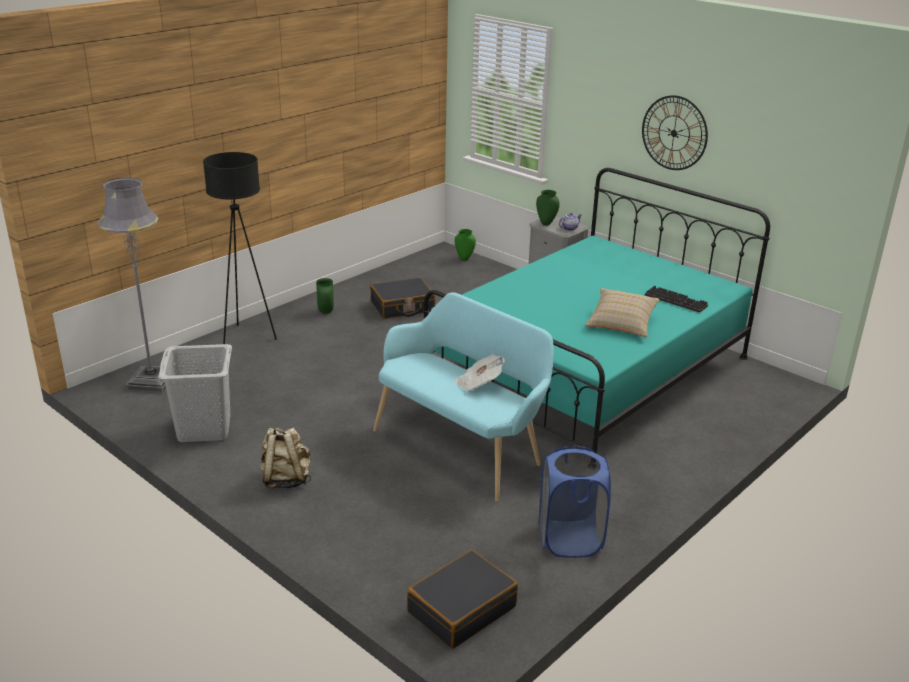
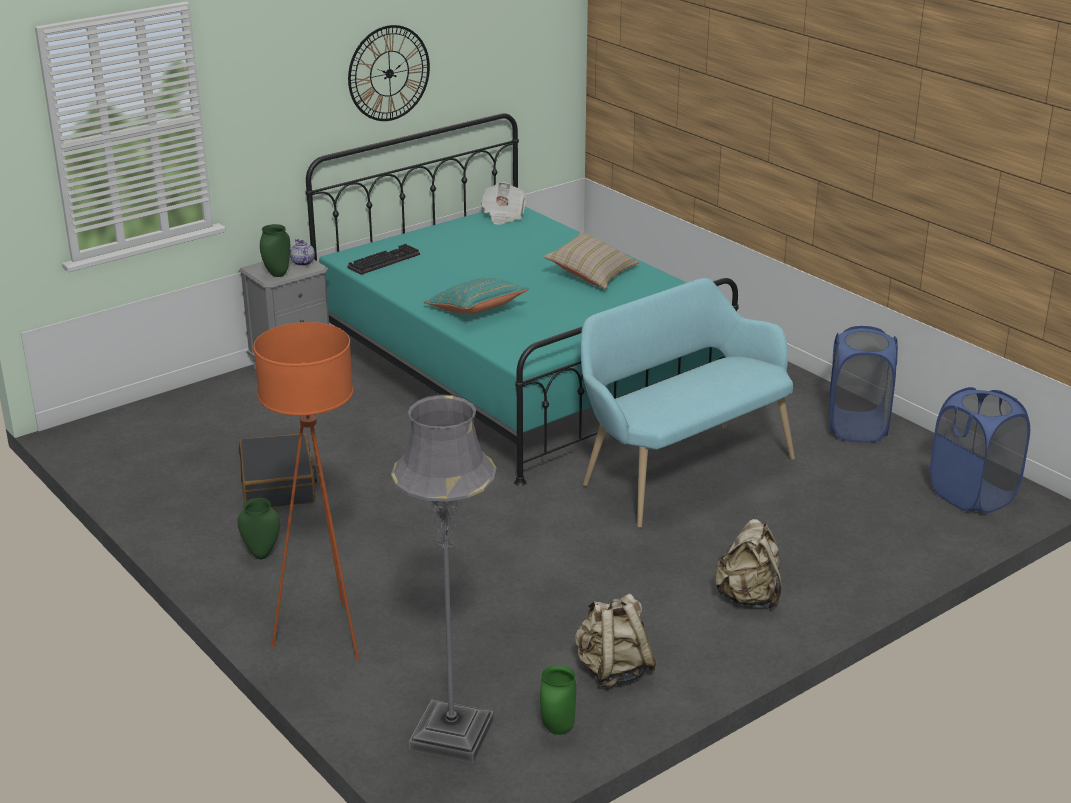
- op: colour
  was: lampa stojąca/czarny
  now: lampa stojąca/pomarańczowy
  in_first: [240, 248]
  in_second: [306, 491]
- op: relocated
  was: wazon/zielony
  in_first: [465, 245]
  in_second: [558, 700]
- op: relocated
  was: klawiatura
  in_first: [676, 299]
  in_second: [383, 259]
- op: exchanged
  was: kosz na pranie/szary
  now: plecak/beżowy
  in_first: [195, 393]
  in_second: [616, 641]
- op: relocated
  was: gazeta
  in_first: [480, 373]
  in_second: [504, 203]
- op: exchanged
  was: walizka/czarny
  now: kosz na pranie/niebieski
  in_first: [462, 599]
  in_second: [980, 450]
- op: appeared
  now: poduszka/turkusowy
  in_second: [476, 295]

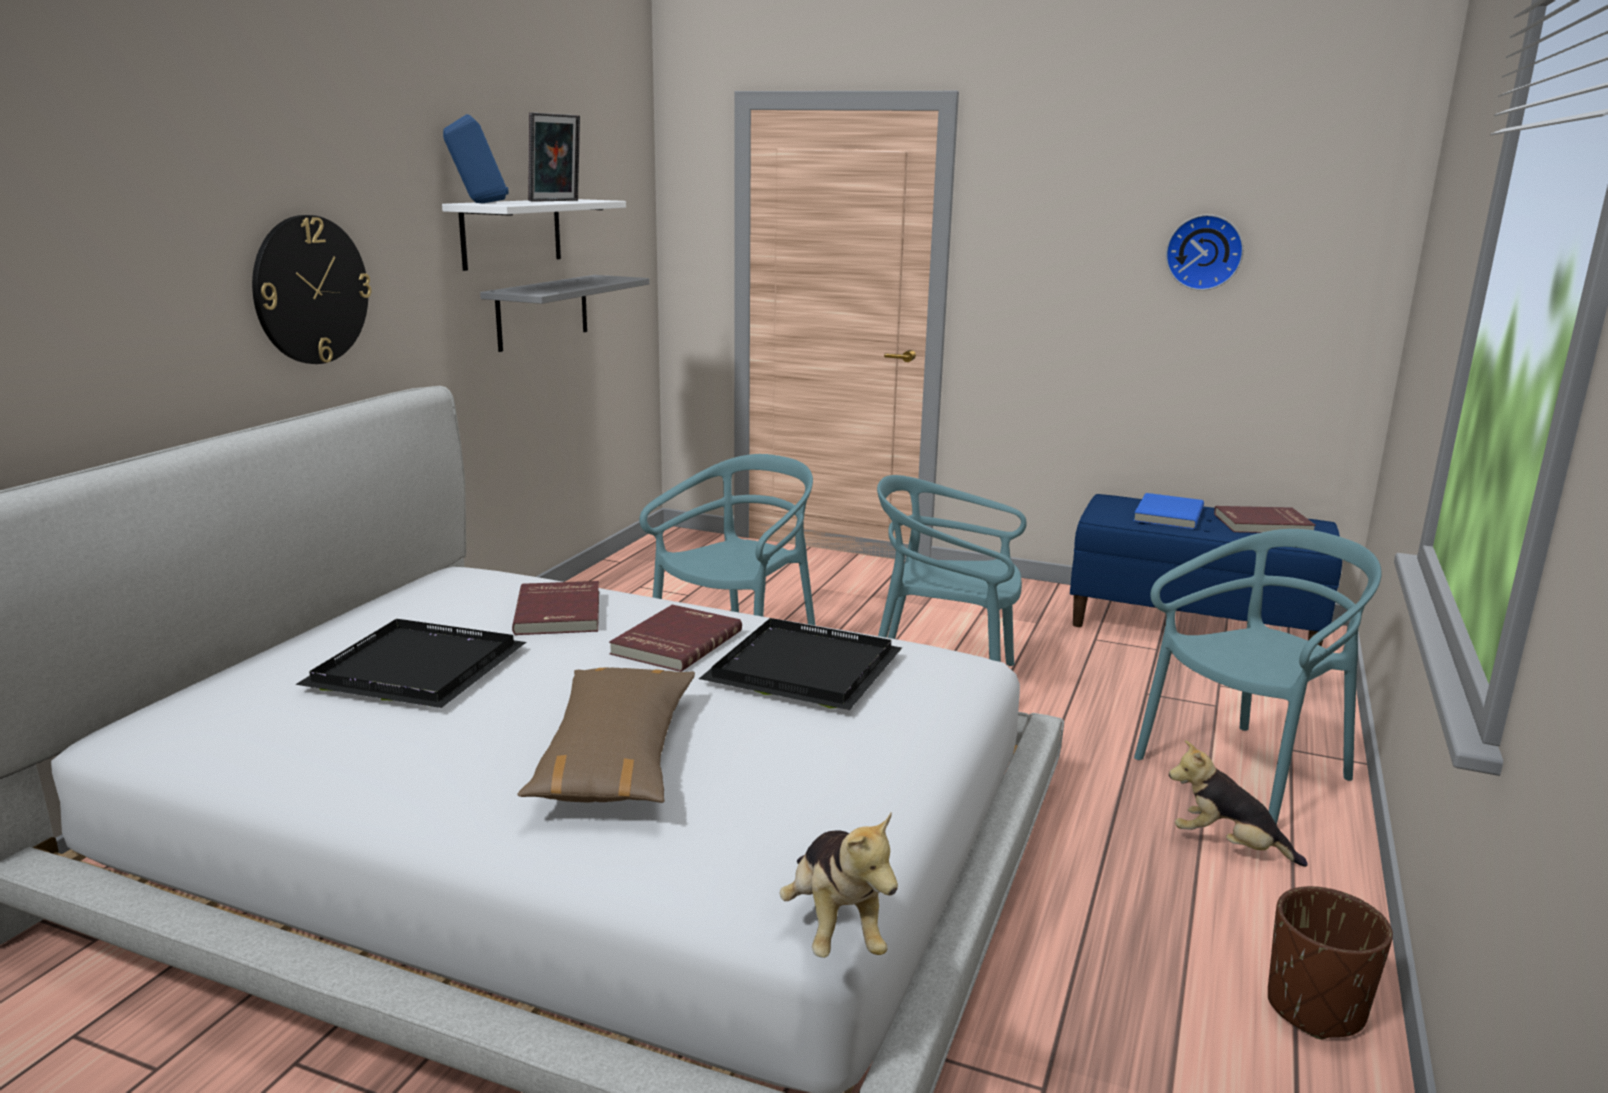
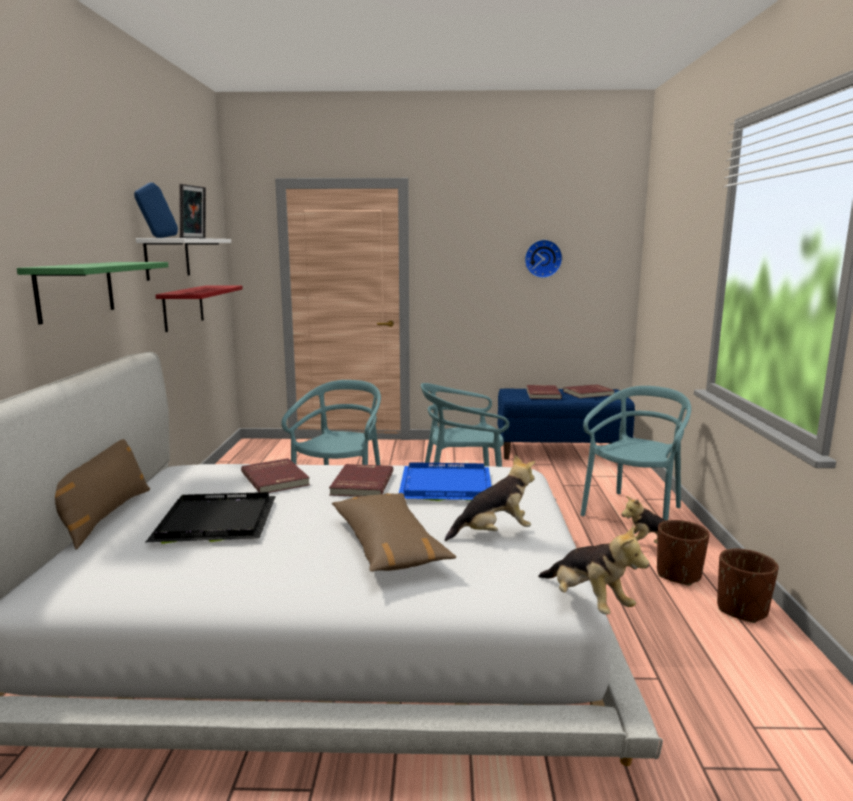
- op: exchanged
  was: zegar ścienny
  now: półka/zielony
  in_first: [311, 289]
  in_second: [92, 293]
- op: colour
  was: półka/szary
  now: półka/czerwony
  in_first: [565, 313]
  in_second: [199, 309]
- op: colour
  was: książka/niebieski
  now: książka/czerwony
  in_first: [1169, 511]
  in_second: [544, 392]
- op: colour
  was: taca/czarny
  now: taca/niebieski
  in_first: [800, 664]
  in_second: [445, 481]
- op: appeared
  now: poduszka/brązowy
  in_second: [102, 494]
- op: appeared
  now: pluszak
  in_second: [489, 498]
- op: appeared
  now: donica/brązowy
  in_second: [683, 552]

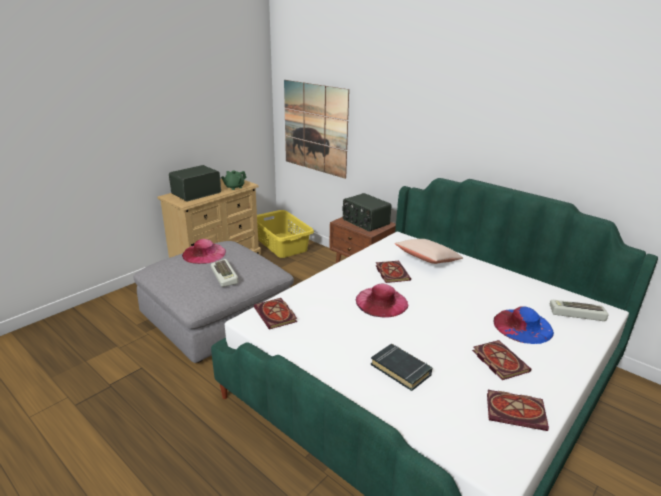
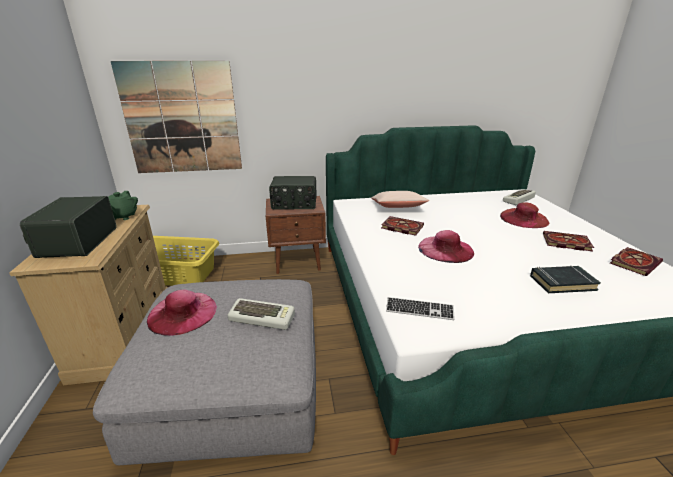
- op: exchanged
  was: książka
  now: klawiatura
  in_first: [275, 314]
  in_second: [420, 308]
- op: colour
  was: kapelusz/niebieski
  now: kapelusz/czerwony
  in_first: [524, 325]
  in_second: [525, 215]

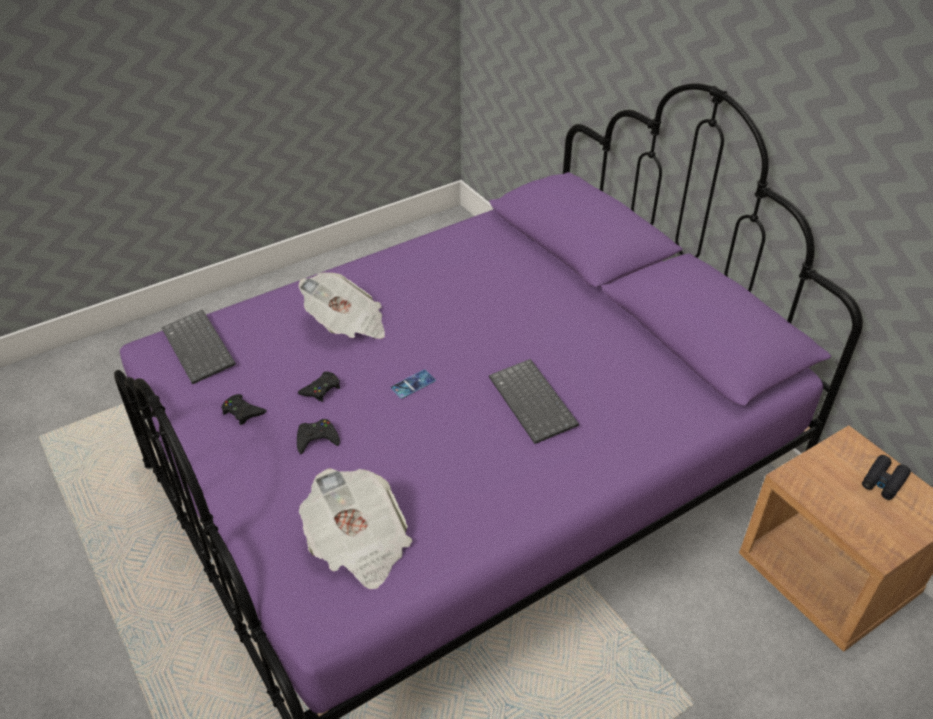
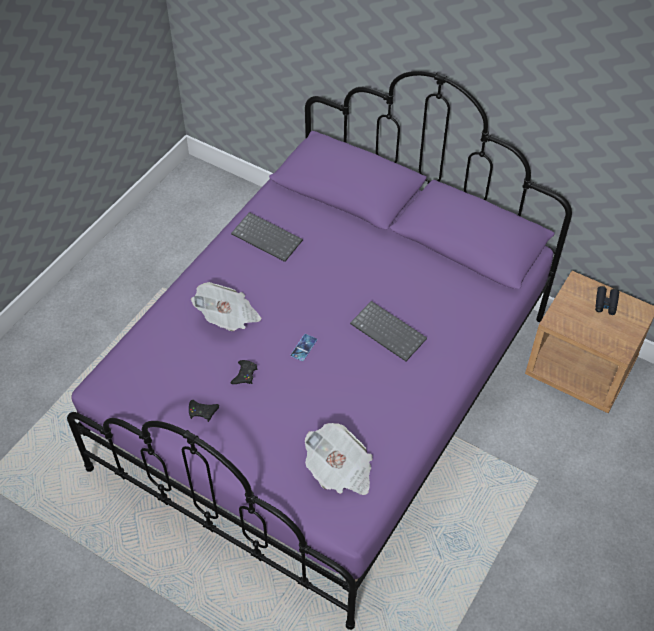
- op: relocated
  was: klawiatura
  in_first: [198, 347]
  in_second: [267, 237]
- op: missing
  was: pad do gier/czarny
  in_first: [318, 436]

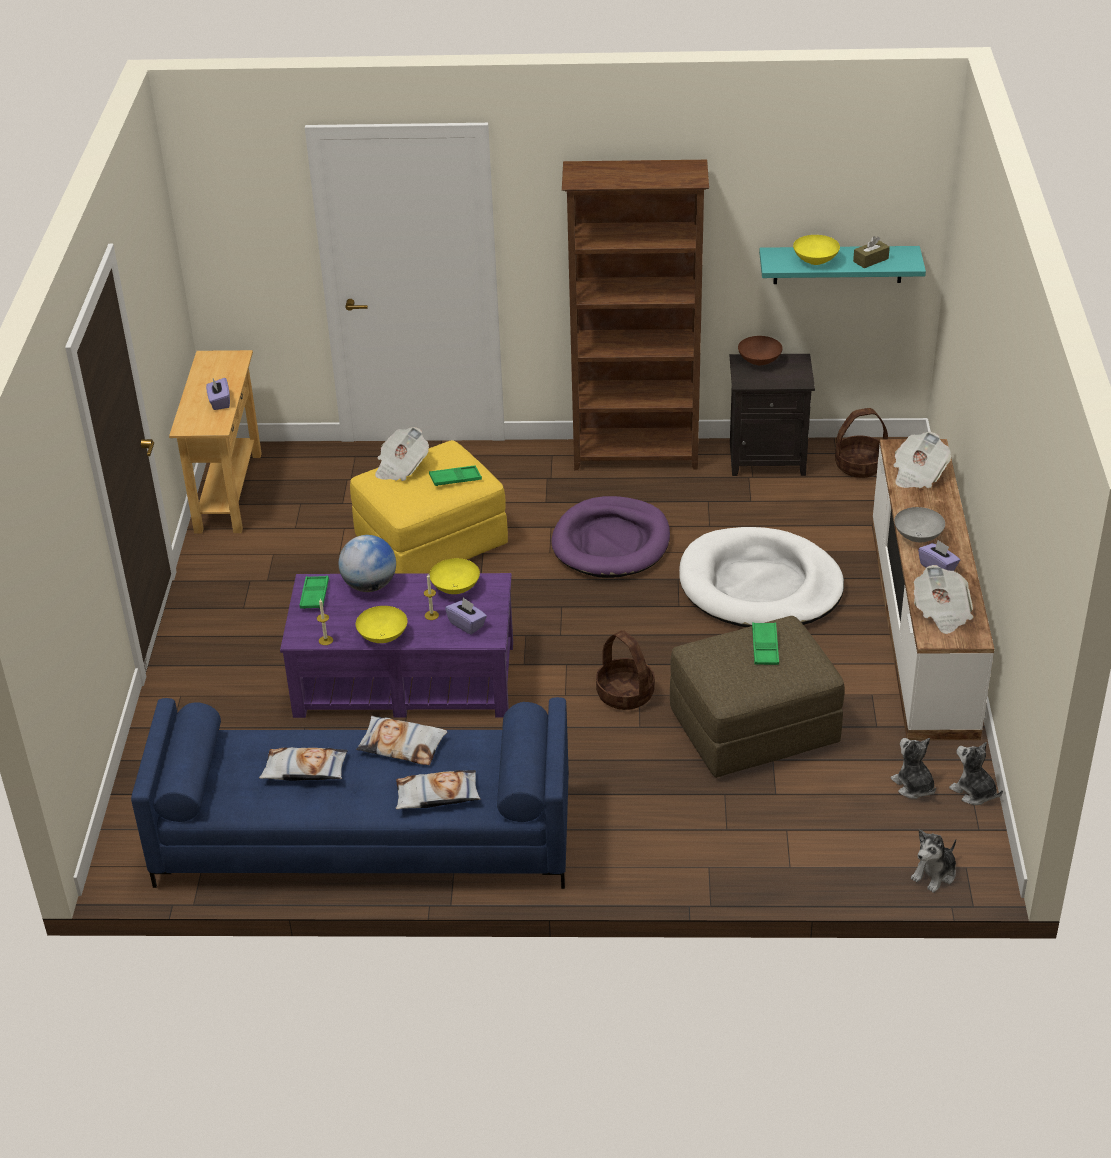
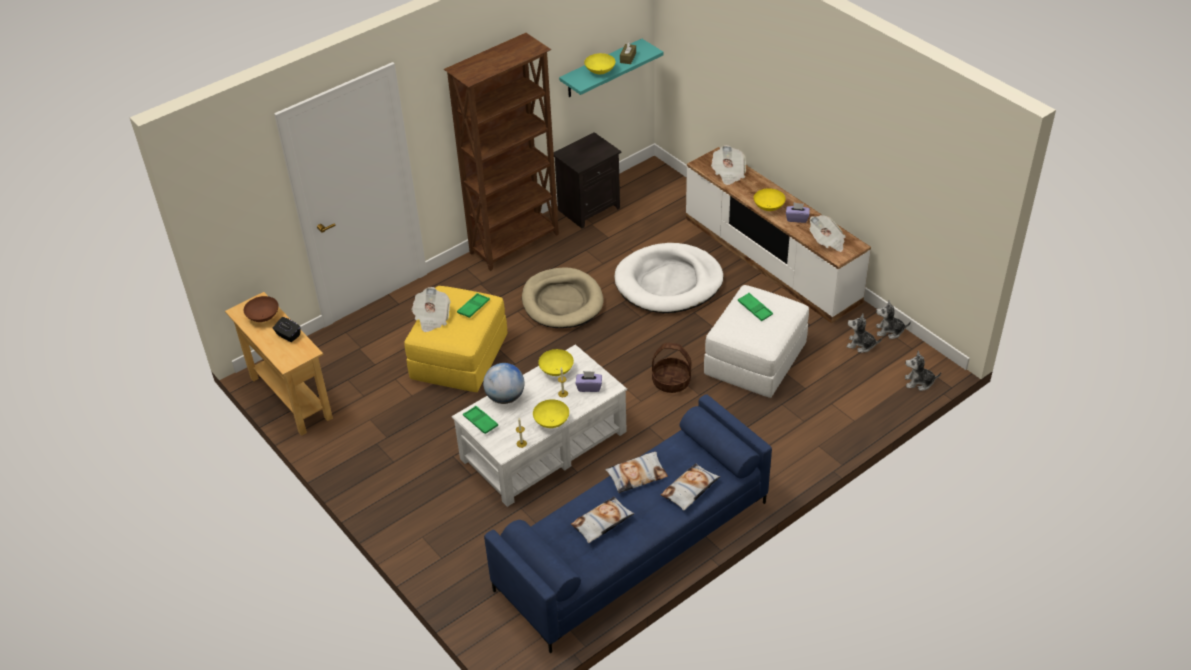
- op: relocated
  was: miska/brązowy
  in_first: [760, 350]
  in_second: [261, 309]
- op: colour
  was: pudełko chusteczek/fioletowy
  now: pudełko chusteczek/czarny
  in_first: [218, 394]
  in_second: [287, 329]
- op: missing
  was: koszyk
  in_first: [861, 443]
- op: colour
  was: legowisko/fioletowy
  now: legowisko/beżowy
  in_first: [610, 537]
  in_second: [562, 297]
- op: colour
  was: miska/szary
  now: miska/żółty
  in_first: [919, 524]
  in_second: [770, 199]
- op: colour
  was: ława/fioletowy
  now: ława/biały
  in_first: [396, 645]
  in_second: [539, 425]
- op: colour
  was: pufa/brązowy
  now: pufa/biały
  in_first: [757, 697]
  in_second: [756, 341]
- op: spun
  was: pluszak
  in_first: [933, 861]
  in_second: [923, 371]
  clockwise: 90

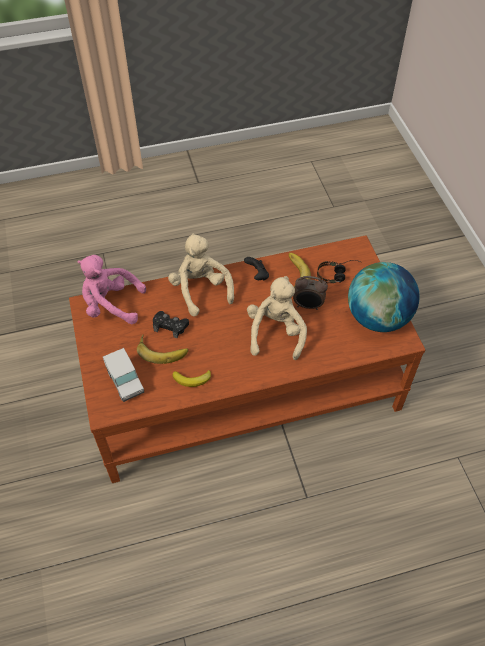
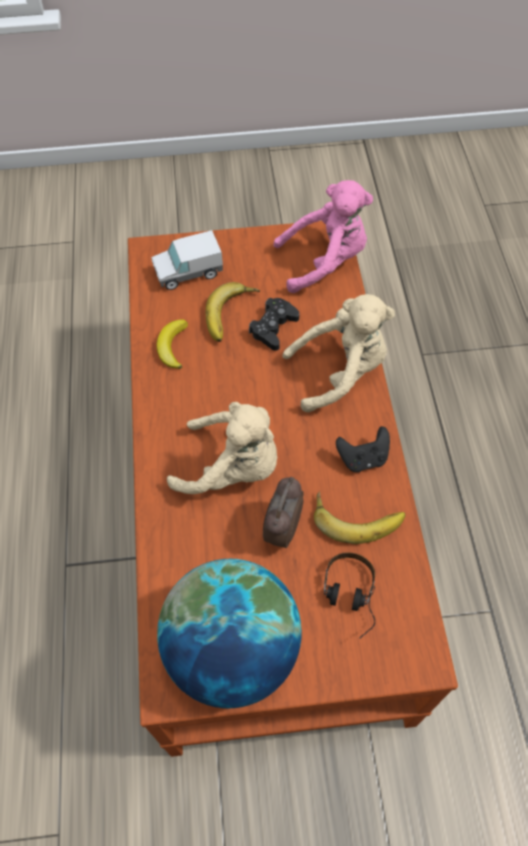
- op: spun
  was: pluszak/różowy
  in_first: [111, 289]
  in_second: [323, 236]
  clockwise: 60

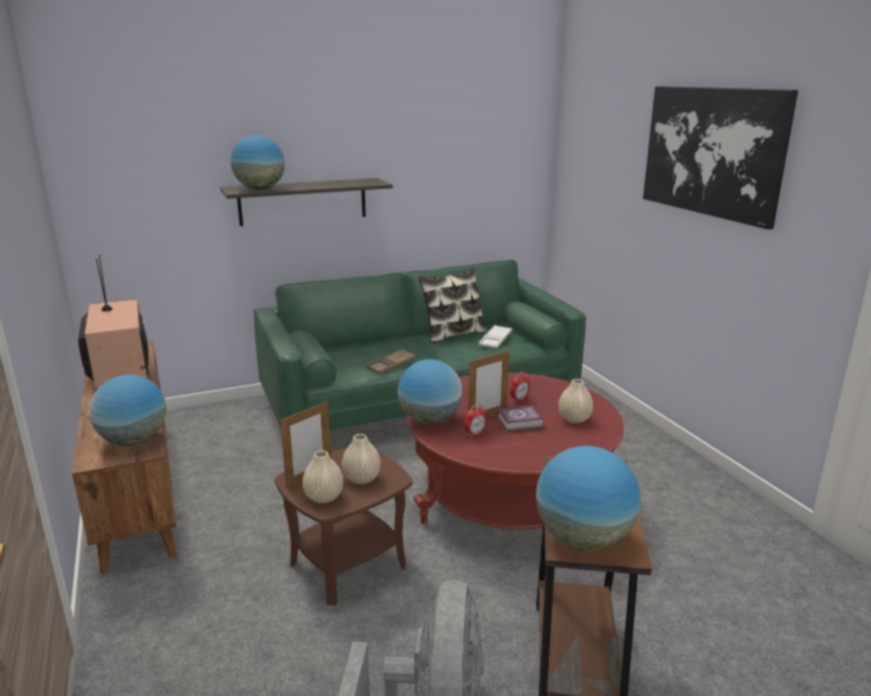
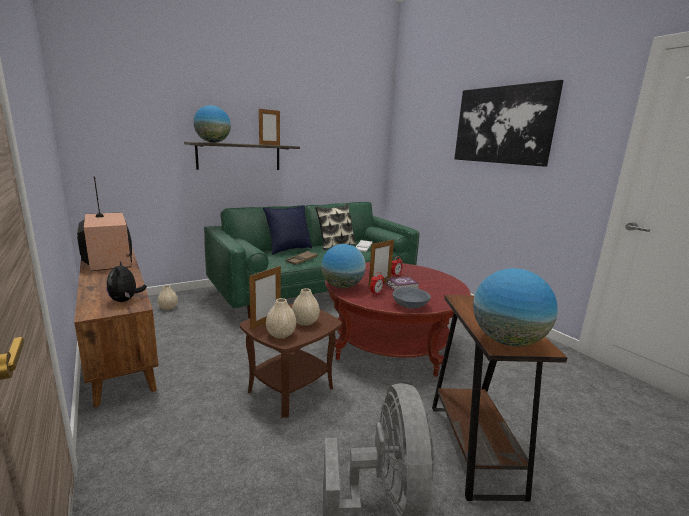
- op: exchanged
  was: globus
  now: pluszak
  in_first: [128, 410]
  in_second: [127, 281]
- op: relocated
  was: wazon/beżowy
  in_first: [575, 401]
  in_second: [168, 297]
- op: appeared
  now: ramka na zdjęcie
  in_second: [269, 127]
- op: appeared
  now: poduszka/niebieski
  in_second: [287, 230]
- op: appeared
  now: miska/szary
  in_second: [412, 298]

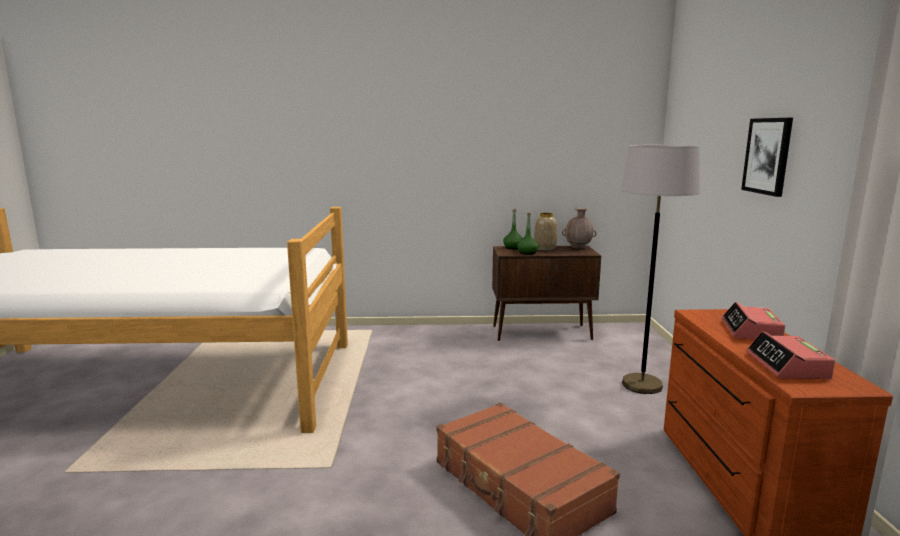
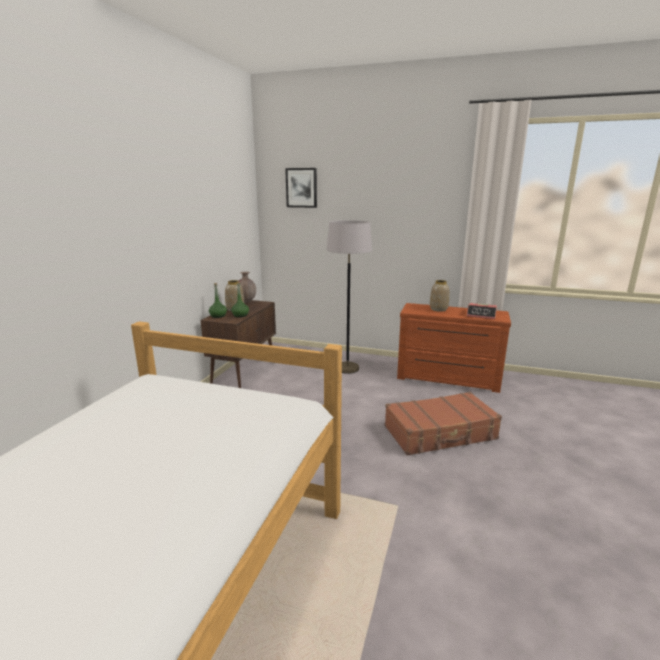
- op: relocated
  was: obraz
  in_first: [767, 157]
  in_second: [301, 188]
- op: exchanged
  was: budzik
  now: wazon
  in_first: [753, 321]
  in_second: [440, 296]

